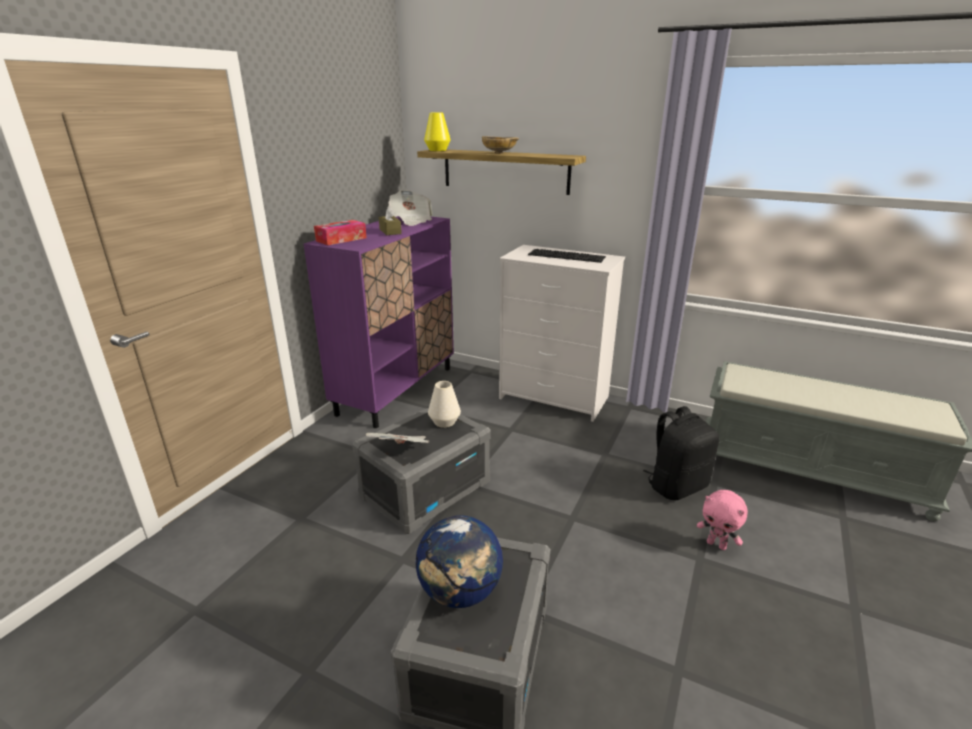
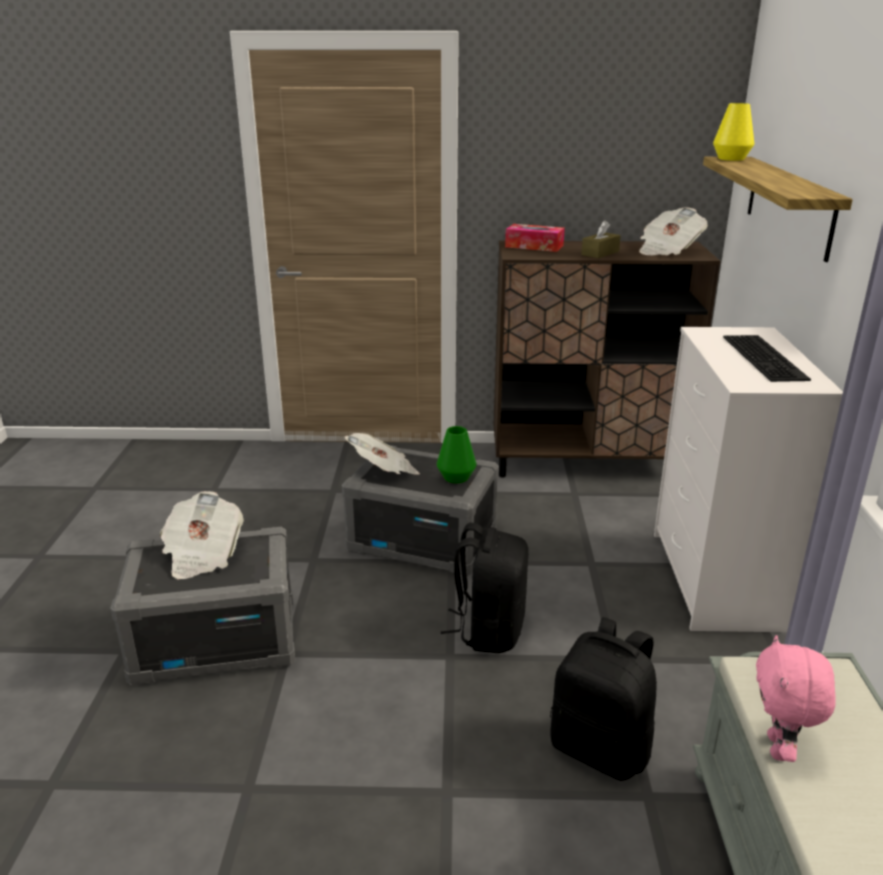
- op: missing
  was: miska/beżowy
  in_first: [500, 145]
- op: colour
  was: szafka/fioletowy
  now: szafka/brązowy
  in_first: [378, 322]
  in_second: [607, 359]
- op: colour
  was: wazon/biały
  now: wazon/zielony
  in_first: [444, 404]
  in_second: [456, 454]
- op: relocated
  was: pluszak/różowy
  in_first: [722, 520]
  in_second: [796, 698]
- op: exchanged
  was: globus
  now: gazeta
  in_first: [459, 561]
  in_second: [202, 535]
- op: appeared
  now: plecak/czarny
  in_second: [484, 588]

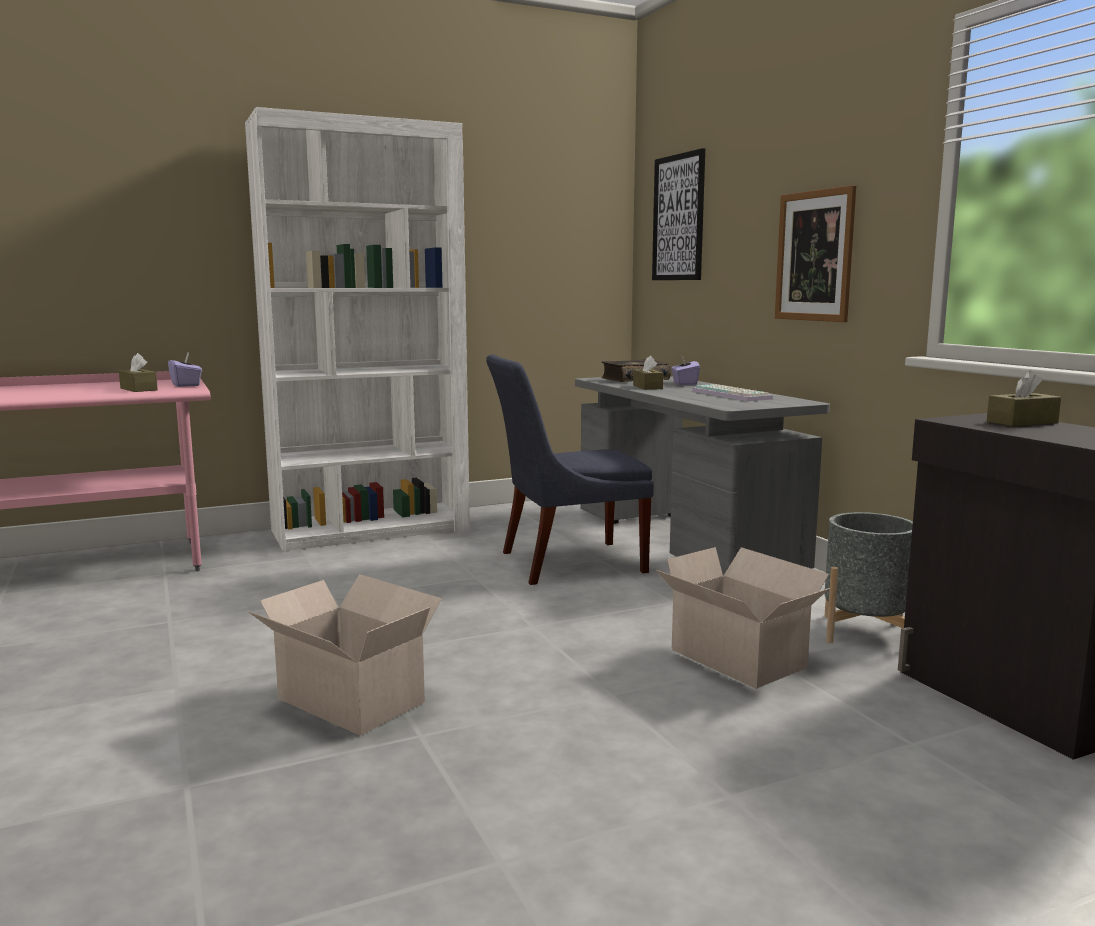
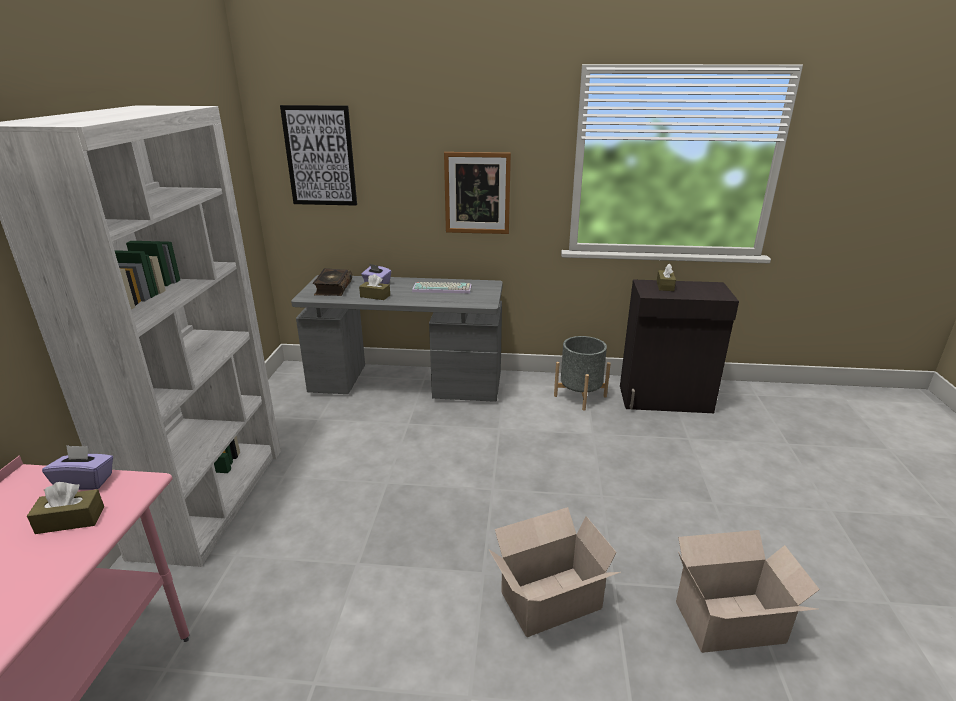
- op: missing
  was: krzesło/niebieski
  in_first: [570, 469]
- op: relocated
  was: karton
  in_first: [743, 618]
  in_second: [748, 591]

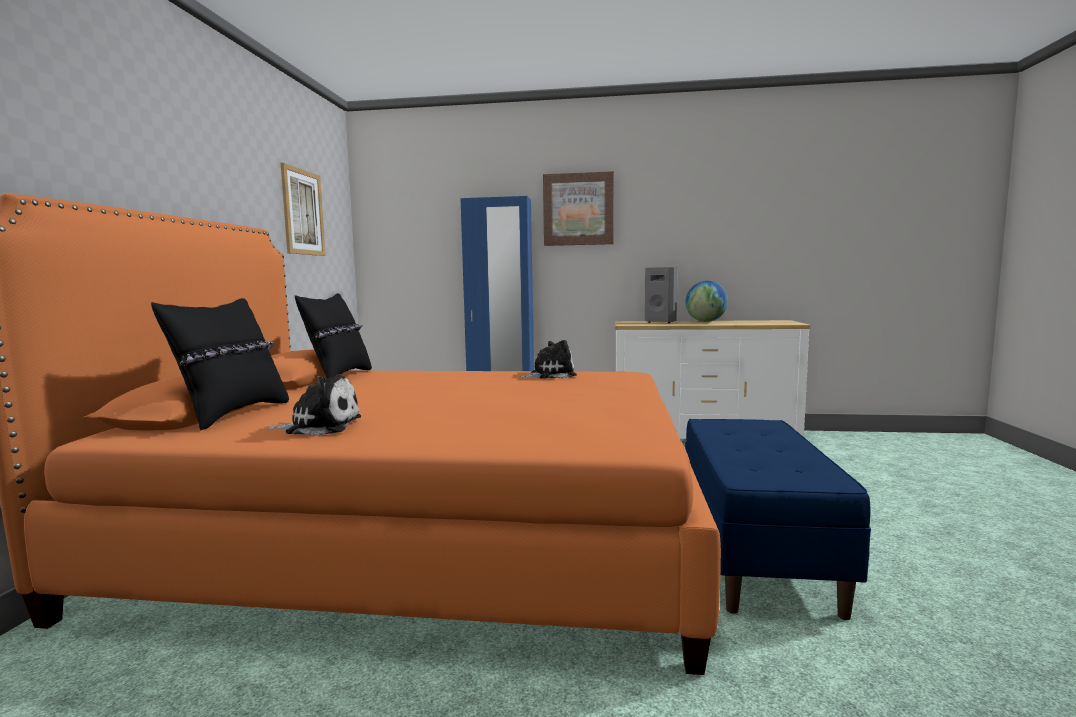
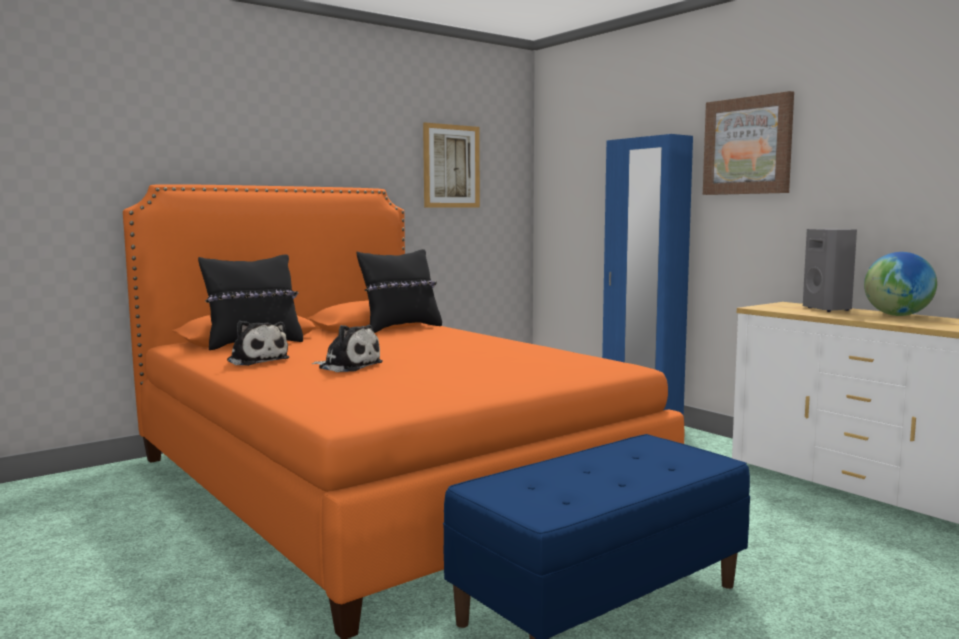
- op: relocated
  was: pluszak
  in_first: [548, 359]
  in_second: [347, 348]

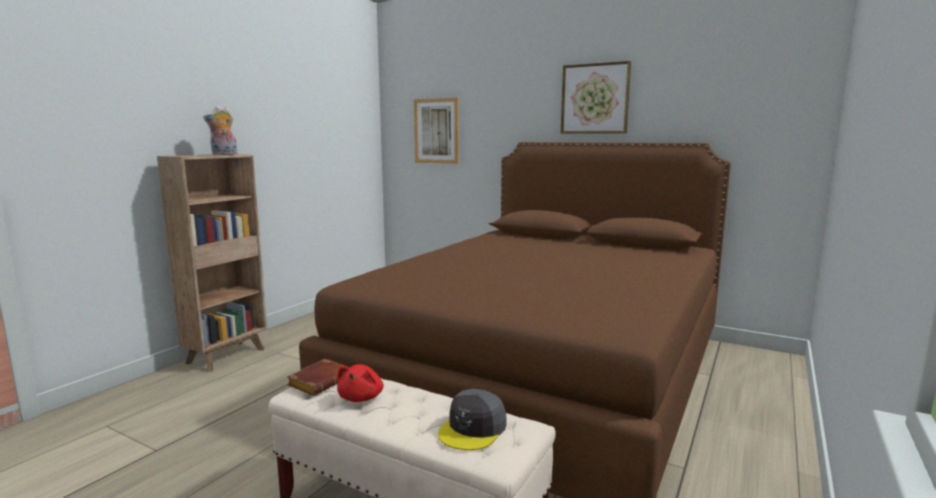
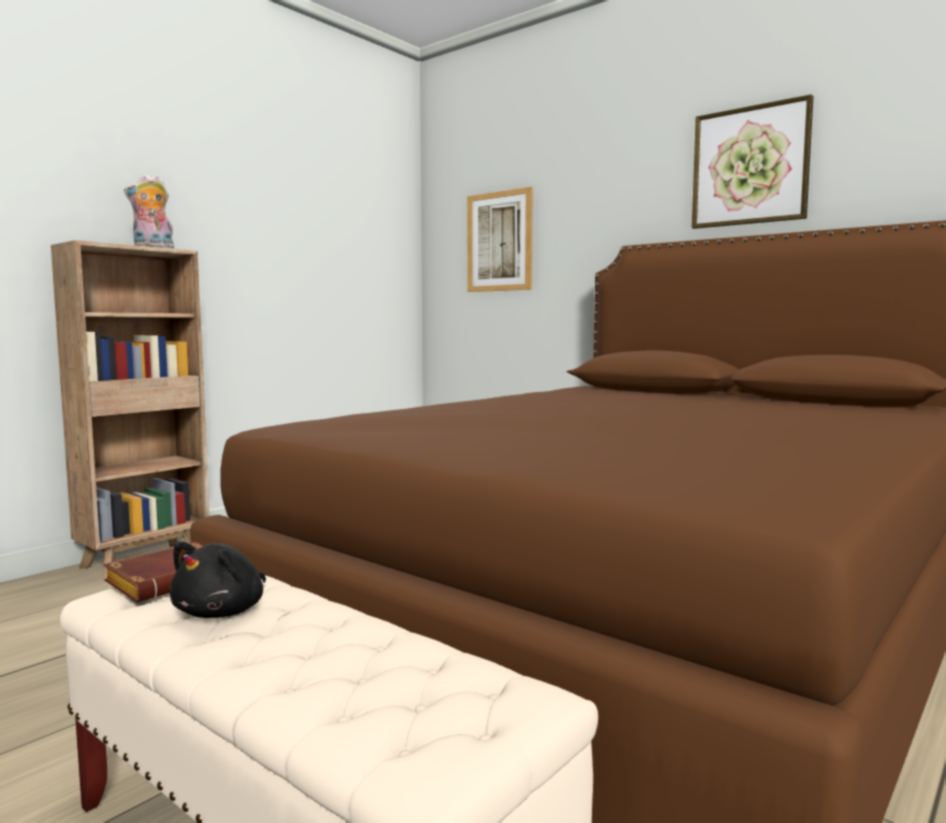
- op: colour
  was: pluszak/czerwony
  now: pluszak/czarny
  in_first: [360, 383]
  in_second: [218, 579]
- op: missing
  was: czapka z daszkiem/szary
  in_first: [472, 419]

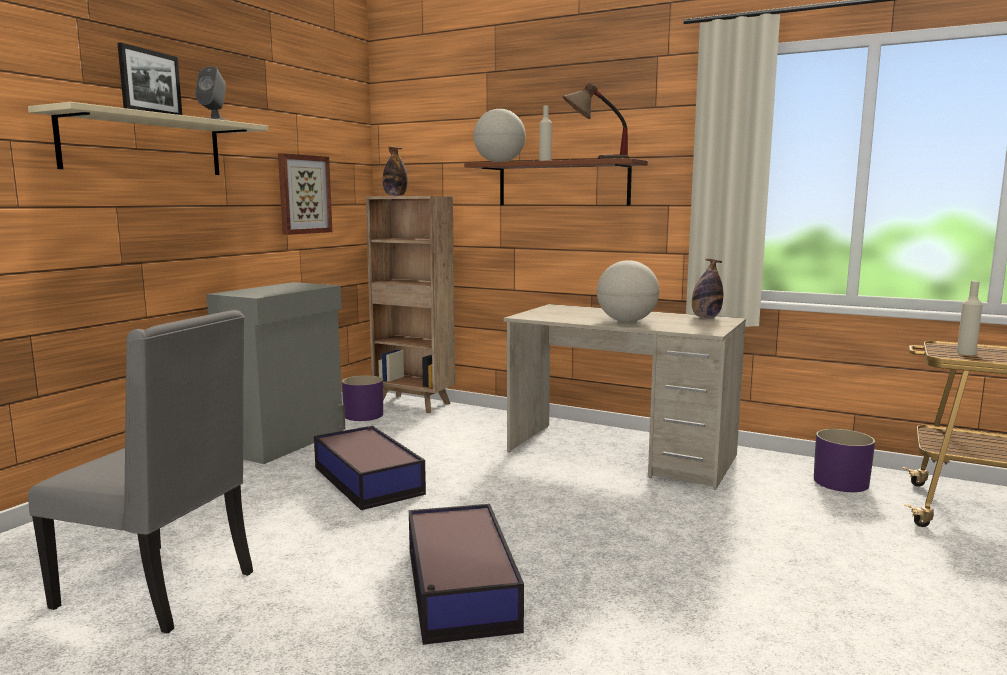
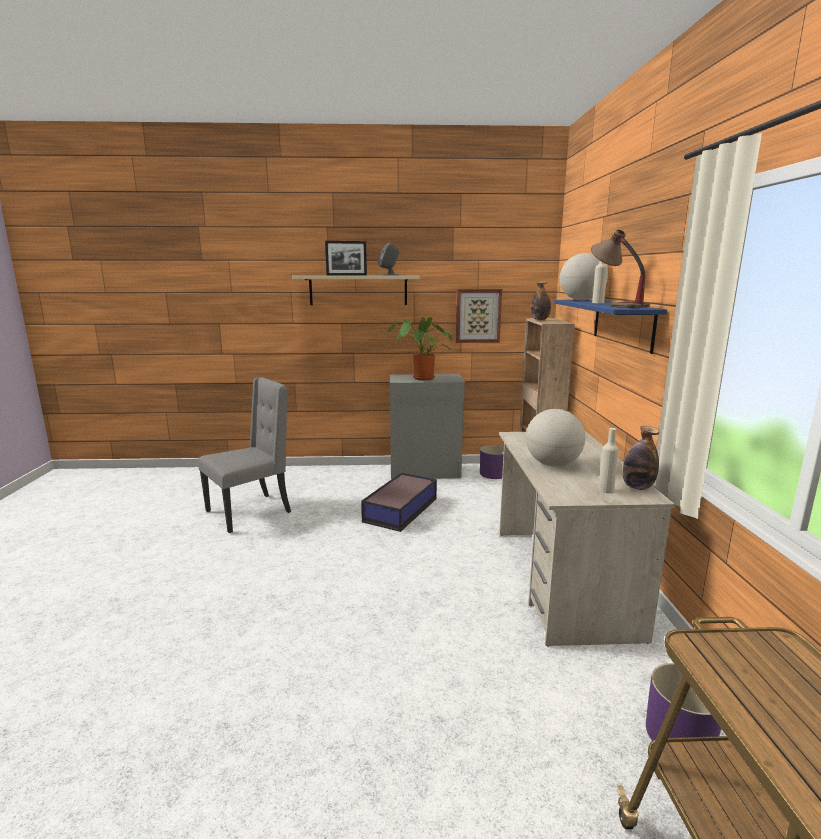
- op: colour
  was: półka/brązowy
  now: półka/niebieski
  in_first: [556, 182]
  in_second: [610, 327]
- op: relocated
  was: butelka/beżowy
  in_first: [970, 318]
  in_second: [608, 460]
- op: spun
  was: krzesło/szary
  in_first: [140, 472]
  in_second: [244, 455]
  clockwise: -120
- op: missing
  was: pojemnik do przechowywania
  in_first: [466, 574]
- op: appeared
  now: roślina doniczkowa
  in_second: [420, 348]

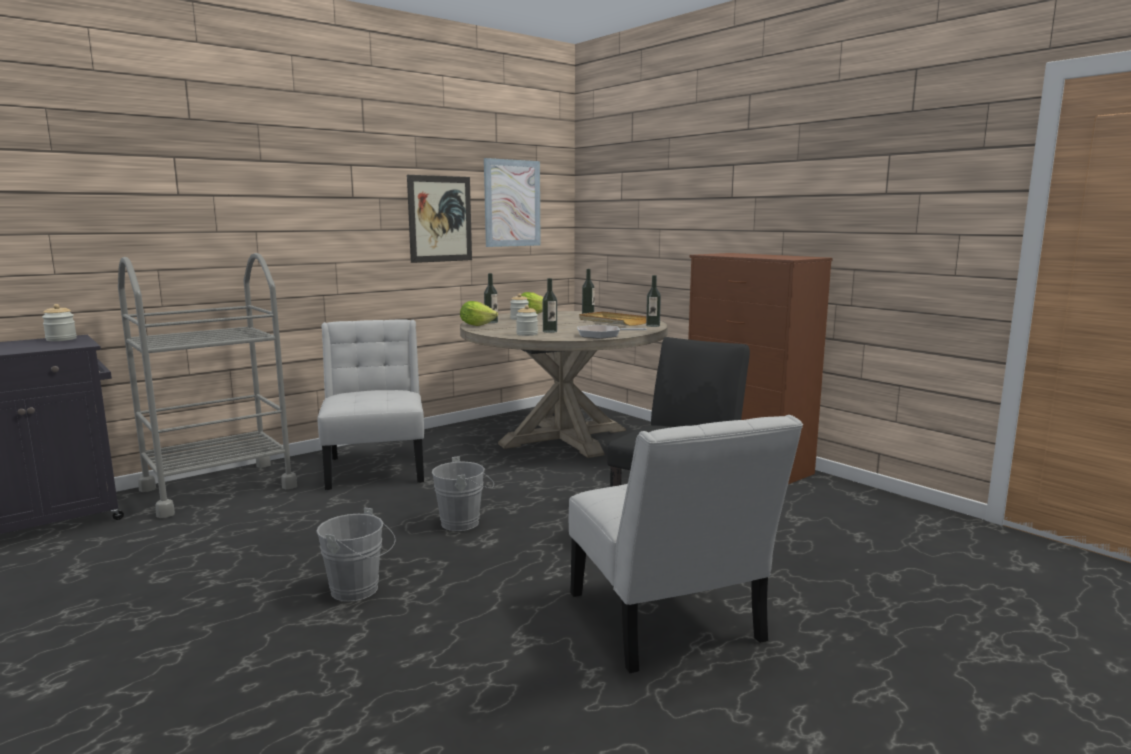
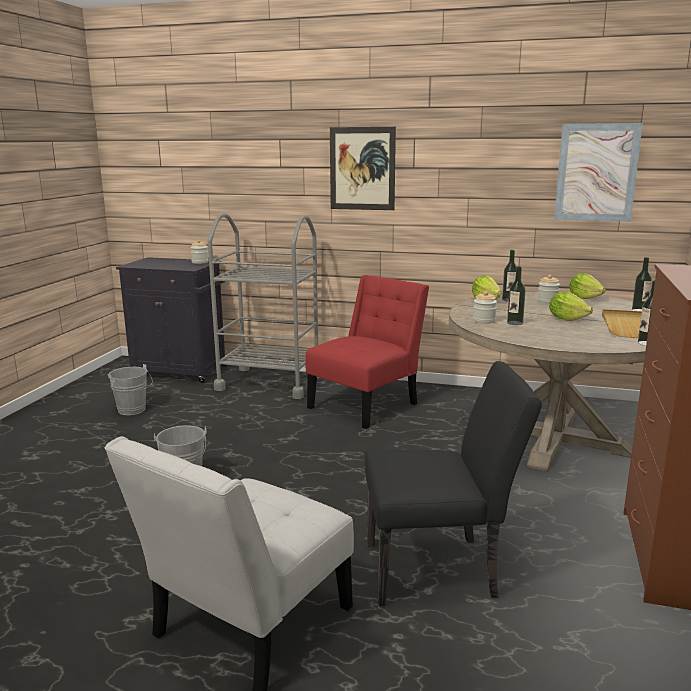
- op: relocated
  was: obraz
  in_first: [439, 219]
  in_second: [363, 168]
- op: colour
  was: krzesło/biały
  now: krzesło/czerwony
  in_first: [371, 404]
  in_second: [367, 352]
- op: missing
  was: patelnia
  in_first: [612, 332]
- op: relocated
  was: wiadro/szary
  in_first: [463, 494]
  in_second: [130, 389]
- op: appeared
  now: sałata
  in_second: [571, 306]

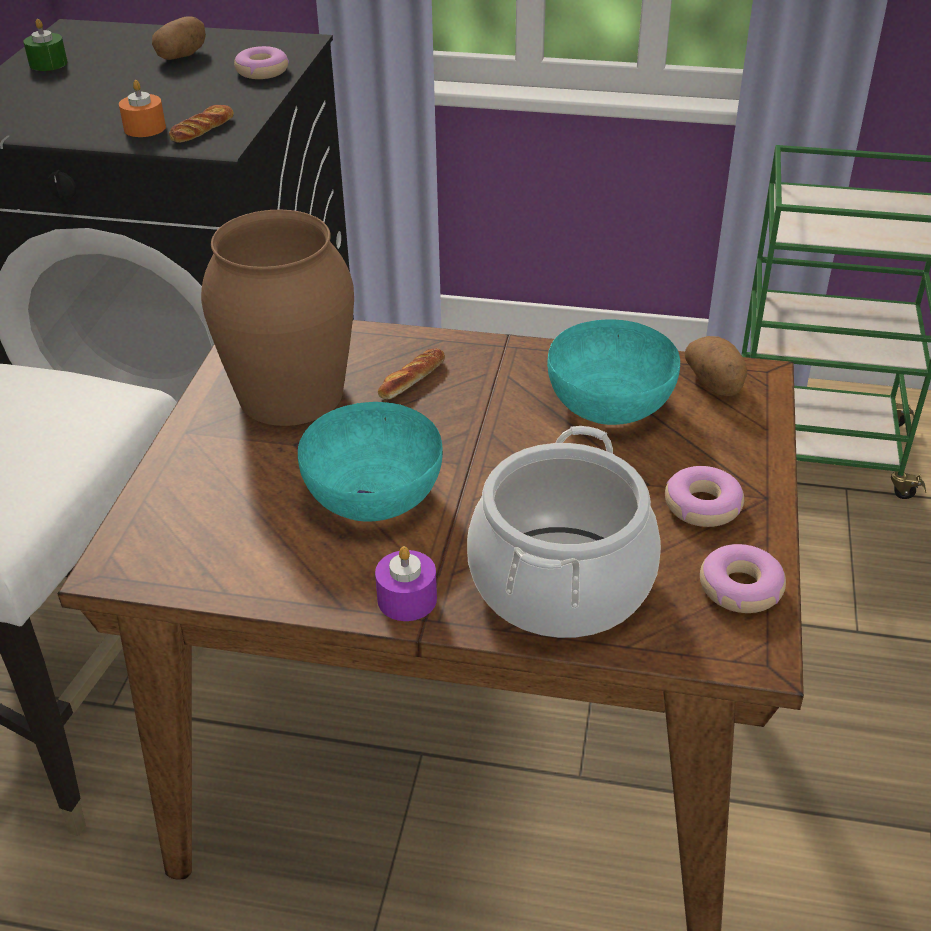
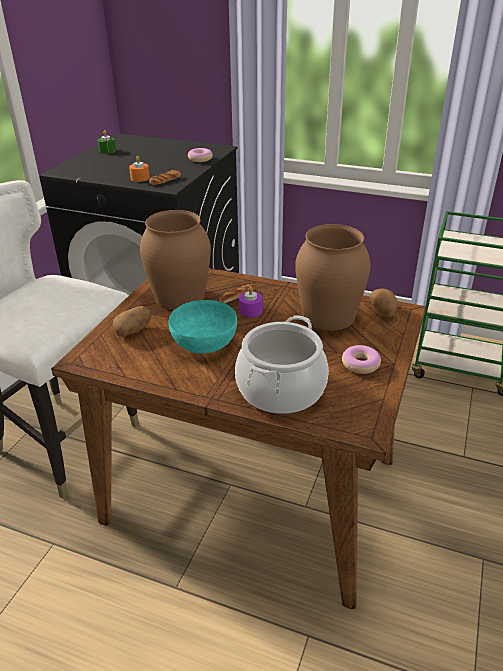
- op: relocated
  was: ziemniak
  in_first: [179, 38]
  in_second: [132, 321]
- op: exchanged
  was: miska/turkusowy
  now: wazon/brązowy
  in_first: [613, 372]
  in_second: [333, 277]
- op: missing
  was: donut
  in_first: [743, 578]
- op: relocated
  was: świeca/fioletowy
  in_first: [406, 583]
  in_second: [251, 301]

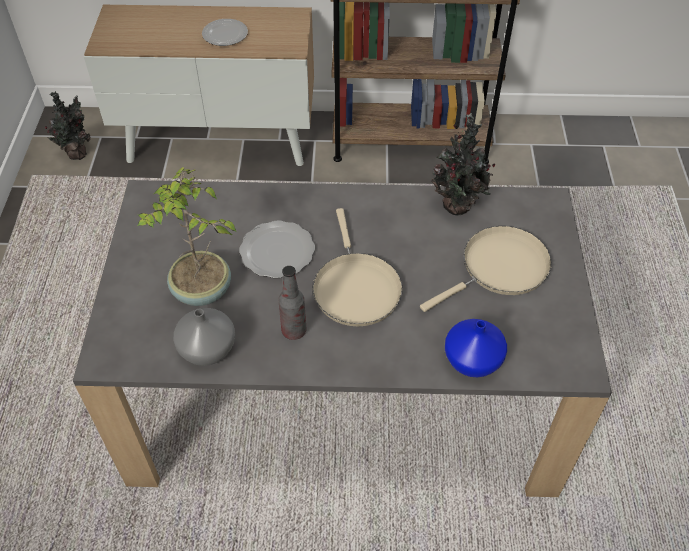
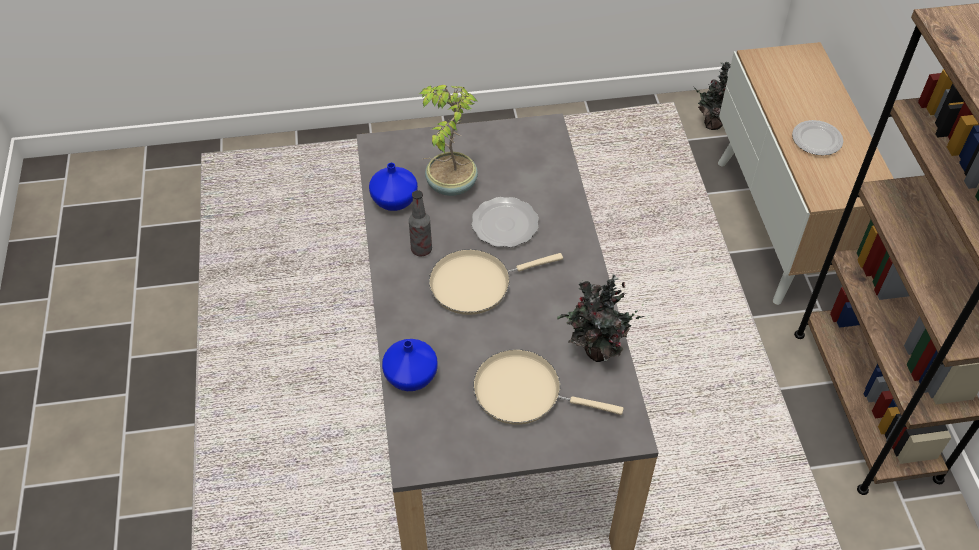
- op: spun
  was: patelnia/beżowy
  in_first: [486, 269]
  in_second: [548, 387]
  clockwise: 150
- op: colour
  was: wazon/szary
  now: wazon/niebieski
  in_first: [204, 337]
  in_second: [393, 187]

